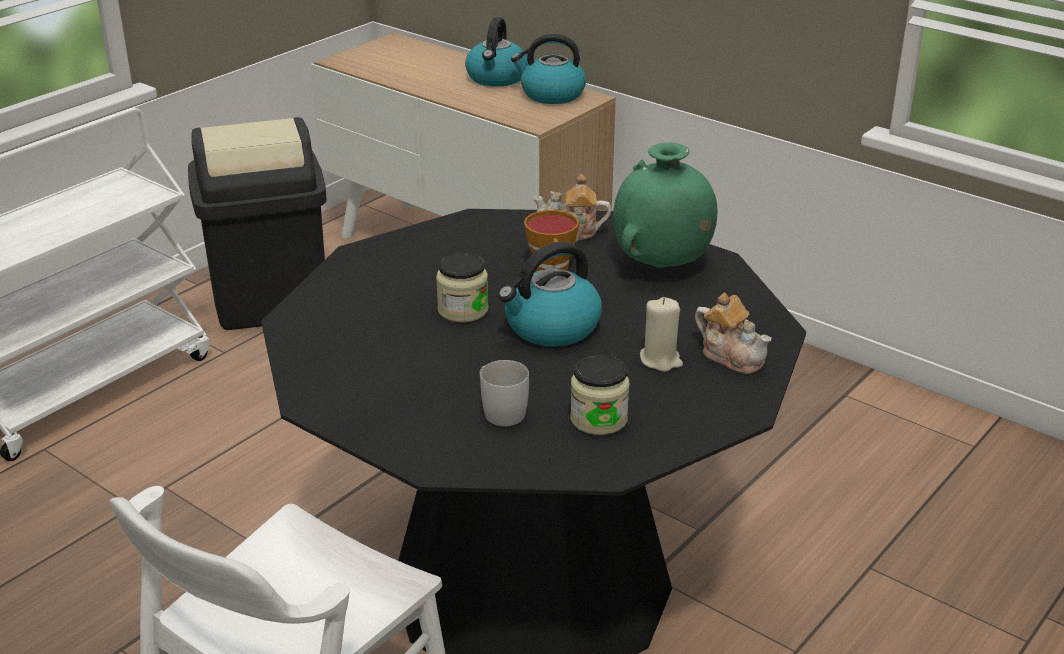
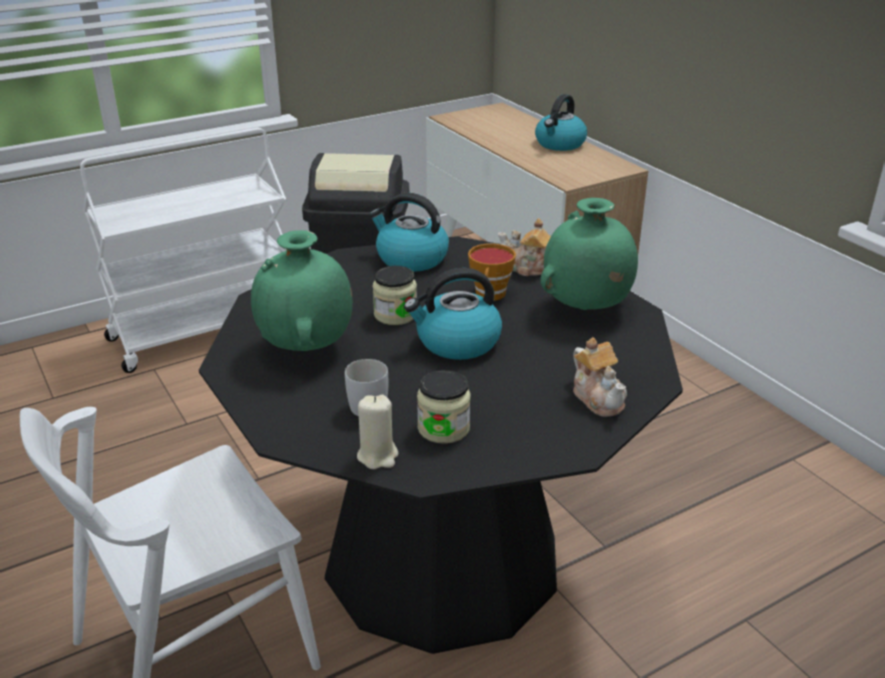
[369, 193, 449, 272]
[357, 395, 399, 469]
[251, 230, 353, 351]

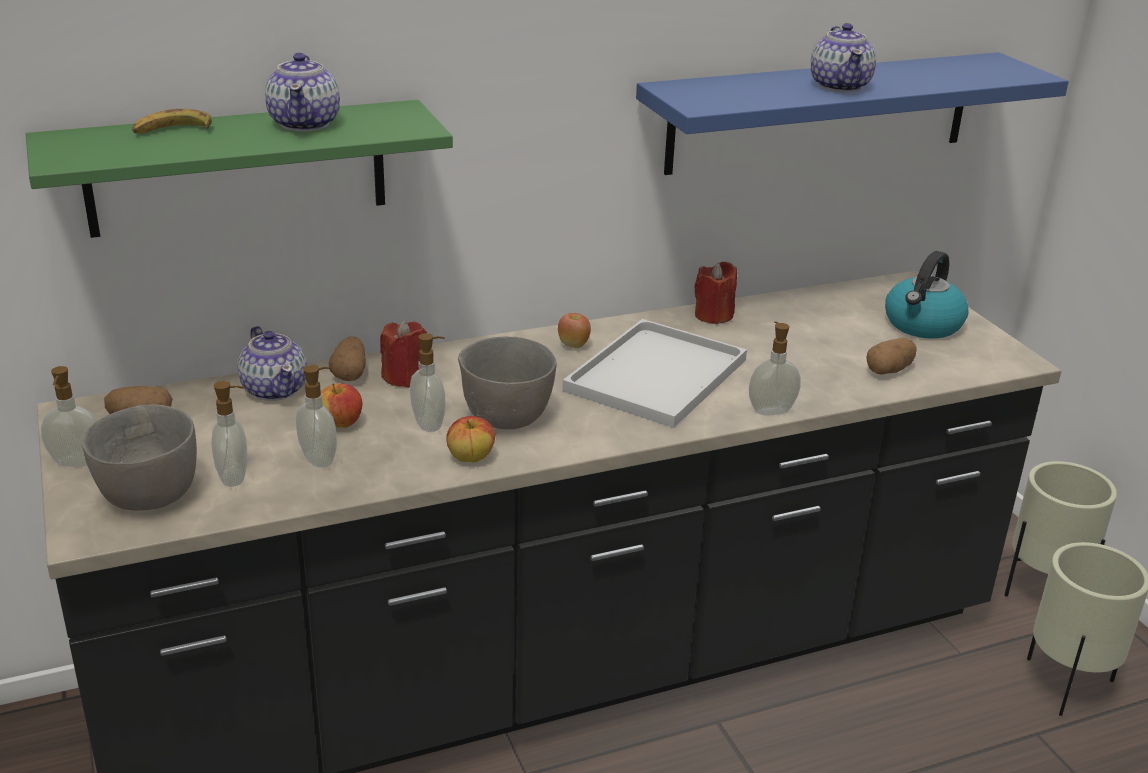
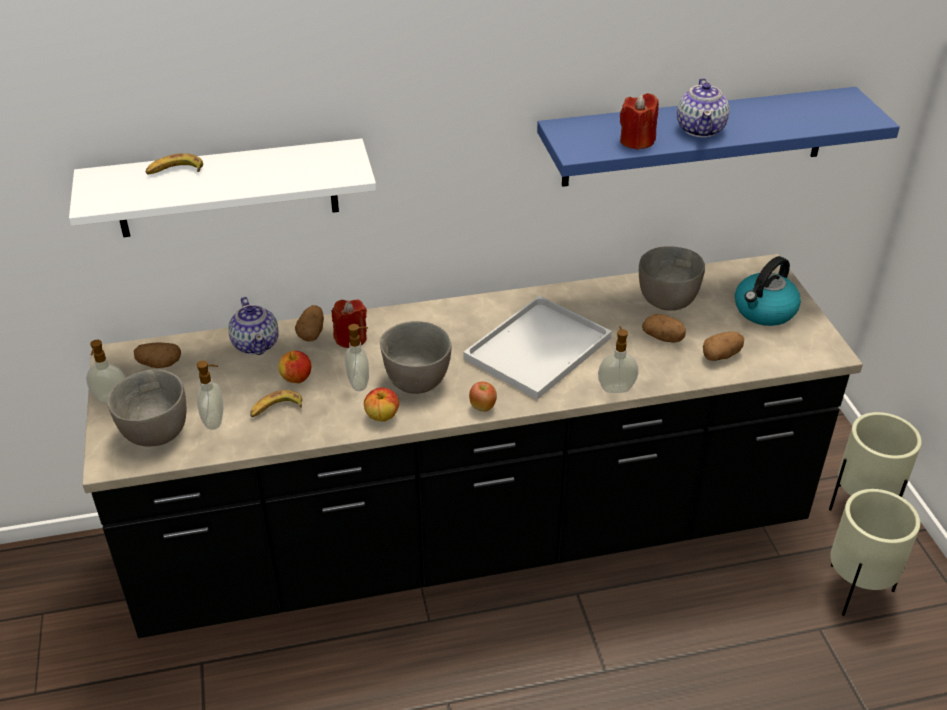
[69, 138, 376, 237]
[265, 53, 340, 132] (first image)
[250, 390, 302, 417]
[469, 382, 497, 412]
[620, 93, 659, 150]
[639, 246, 705, 311]
[642, 314, 686, 343]

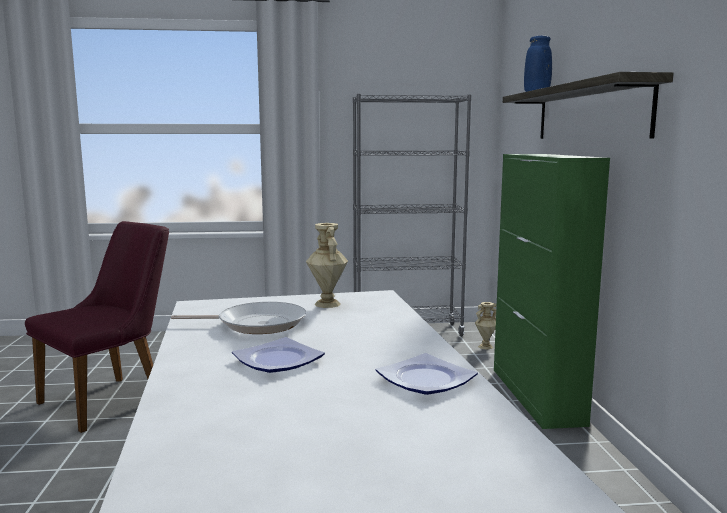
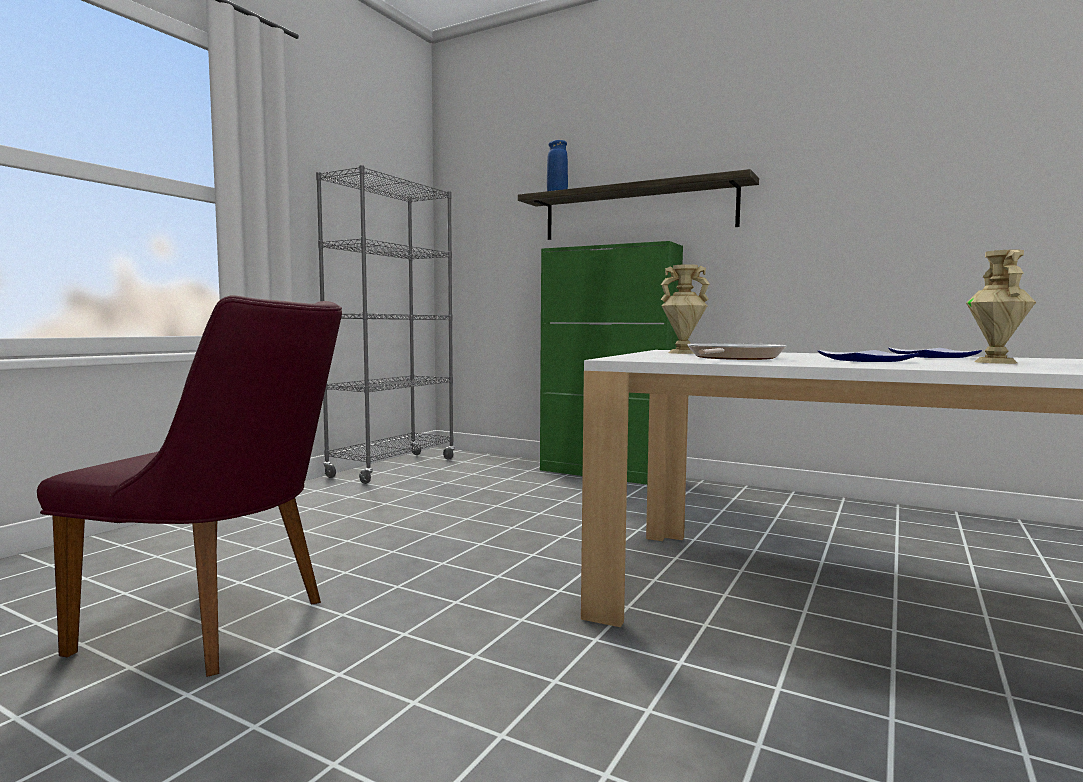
[37, 295, 342, 677]
[966, 249, 1036, 364]

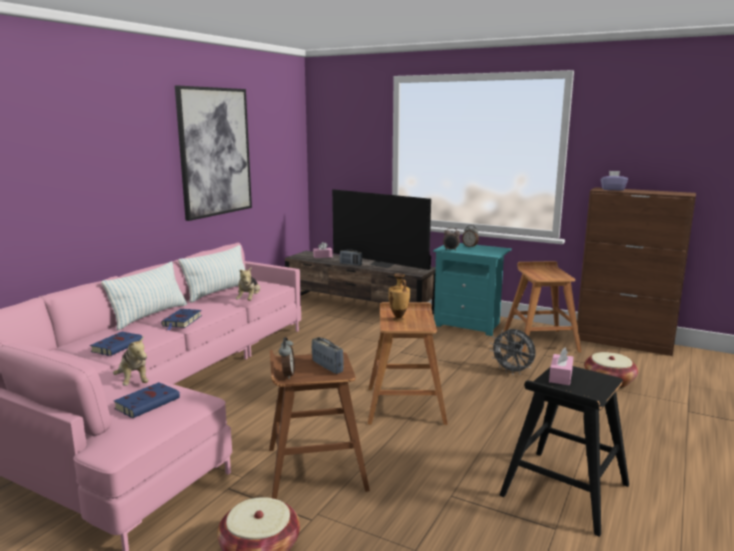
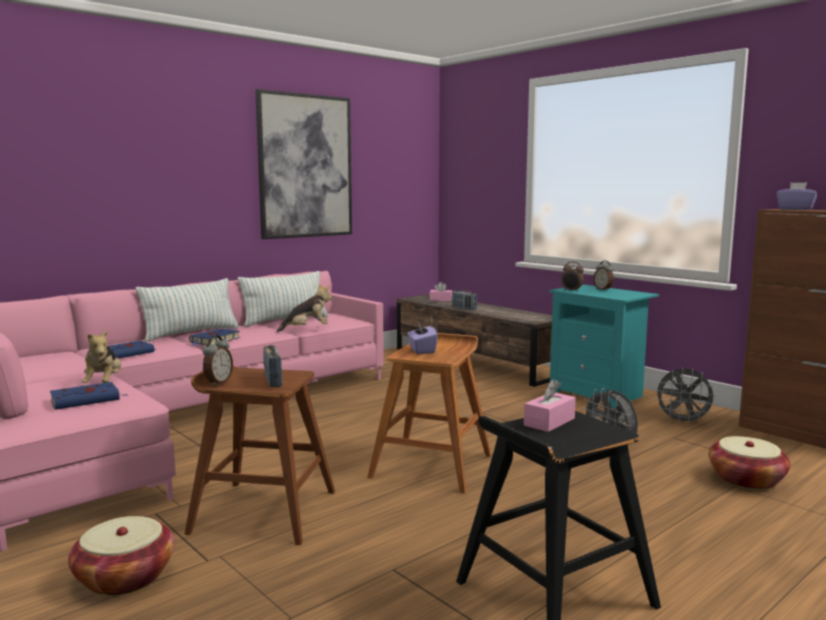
[277, 284, 332, 332]
[332, 189, 431, 270] (first image)
[407, 322, 438, 354]
[654, 368, 717, 425]

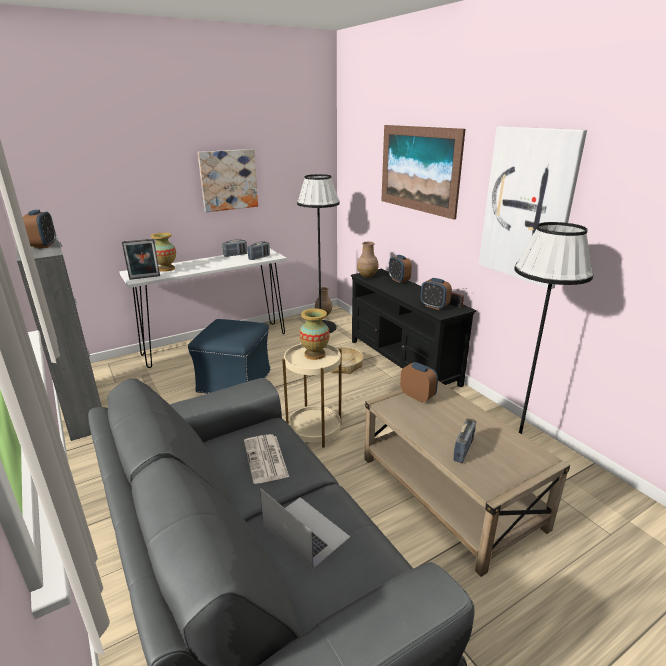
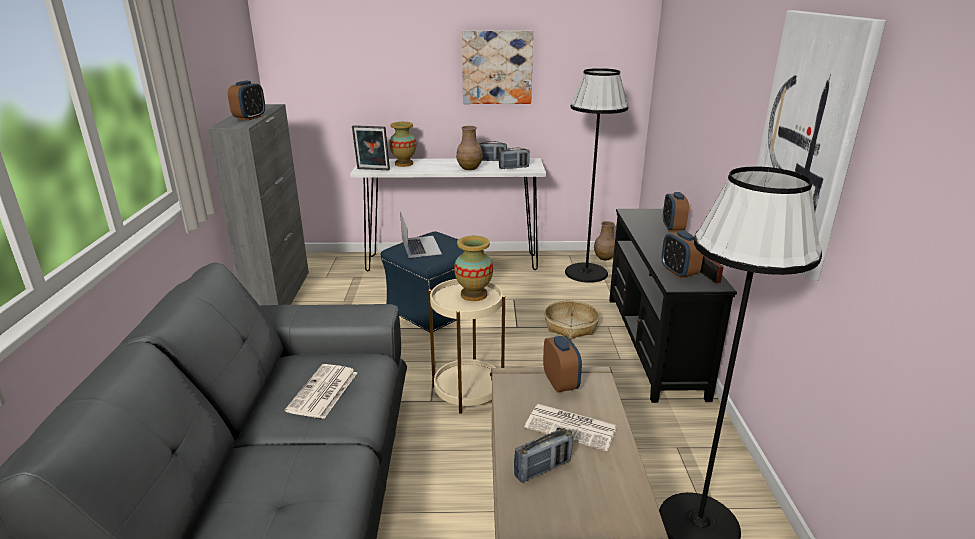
[400, 211, 442, 258]
[456, 126, 483, 170]
[381, 125, 465, 220] (first image)
[525, 404, 618, 451]

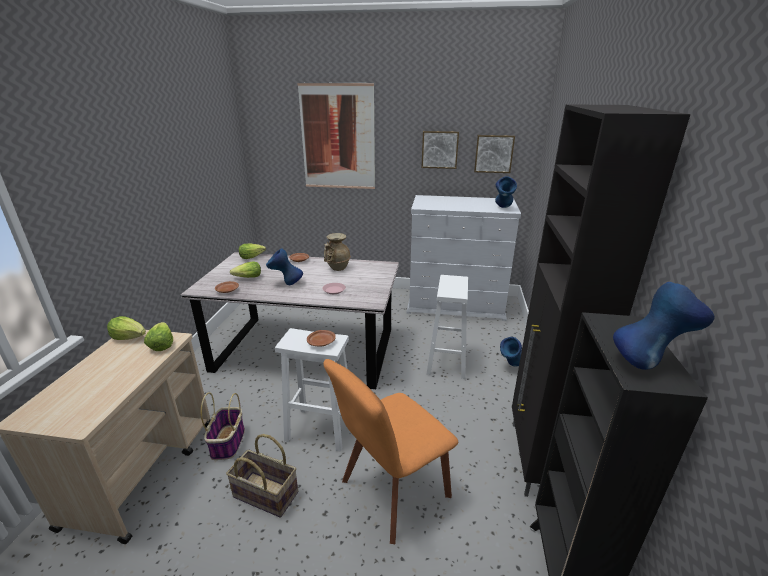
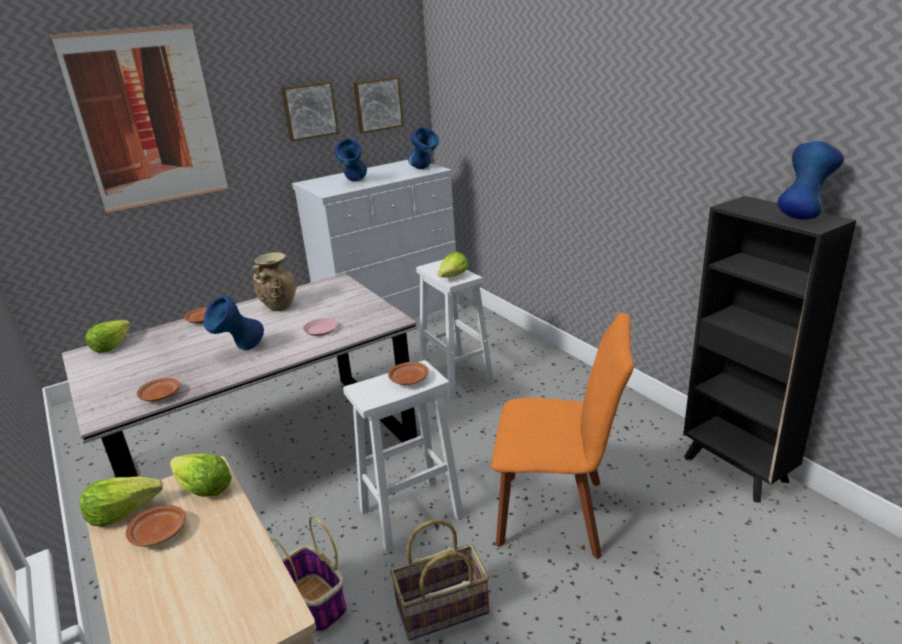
[438, 252, 468, 278]
[491, 313, 634, 560]
[334, 139, 367, 182]
[512, 104, 691, 497] (first image)
[126, 505, 186, 547]

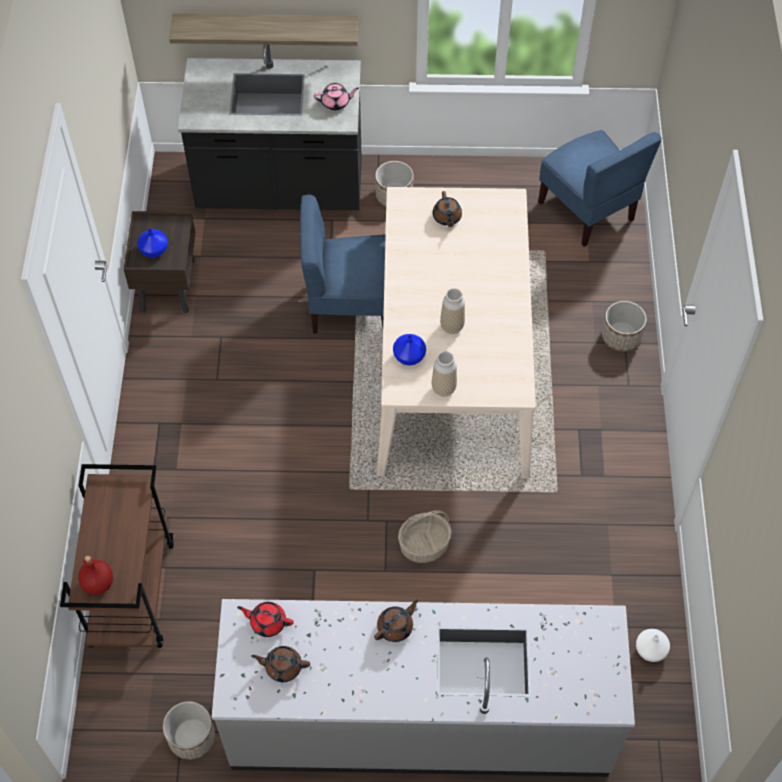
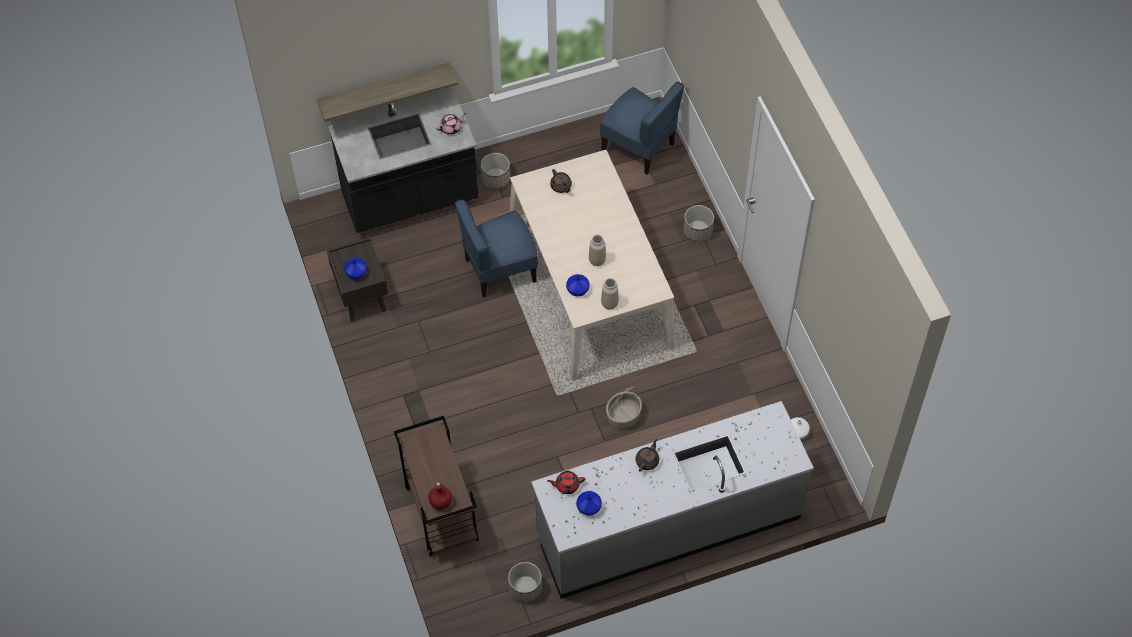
[576, 491, 602, 516]

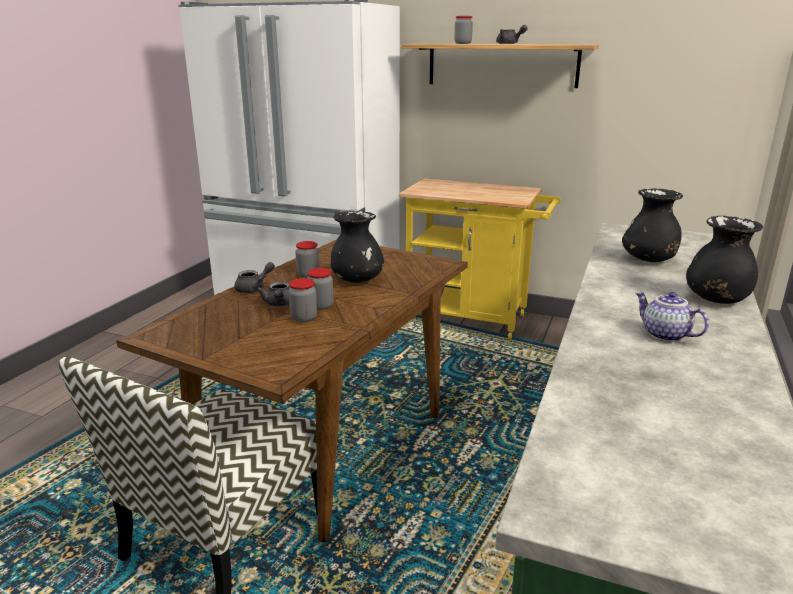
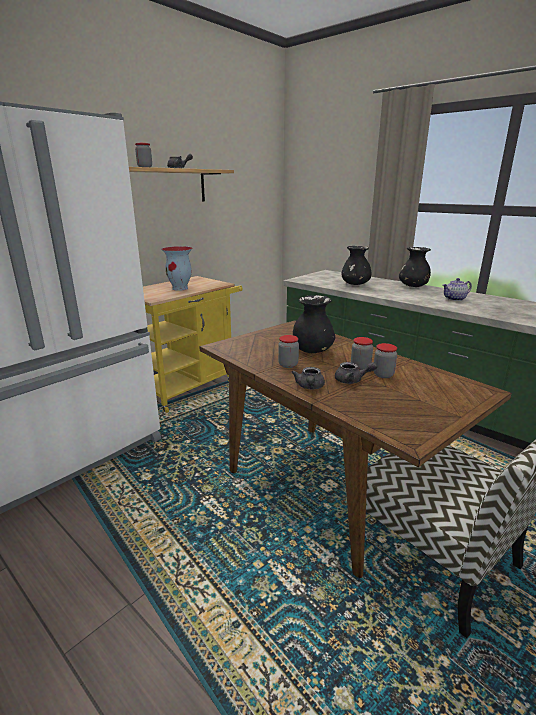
[292, 367, 325, 389]
[161, 246, 192, 291]

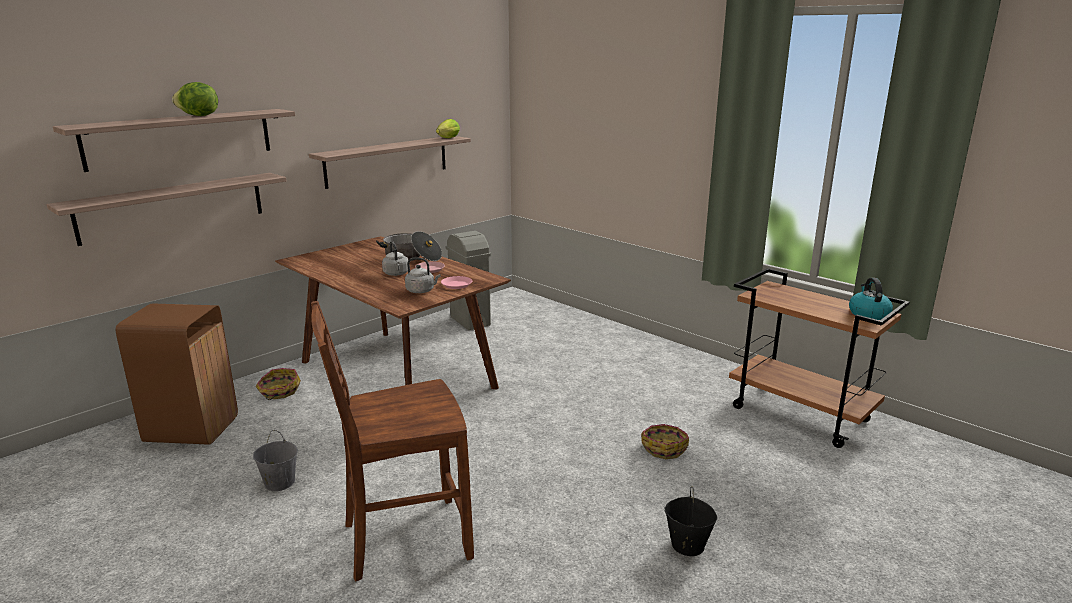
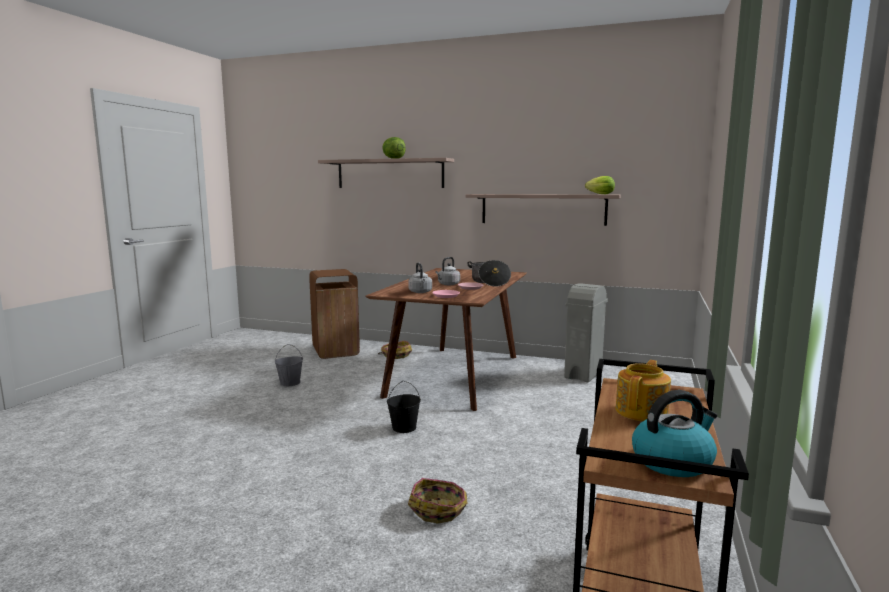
[46, 173, 286, 246] (first image)
[311, 301, 474, 581] (first image)
[387, 381, 421, 433]
[616, 360, 671, 421]

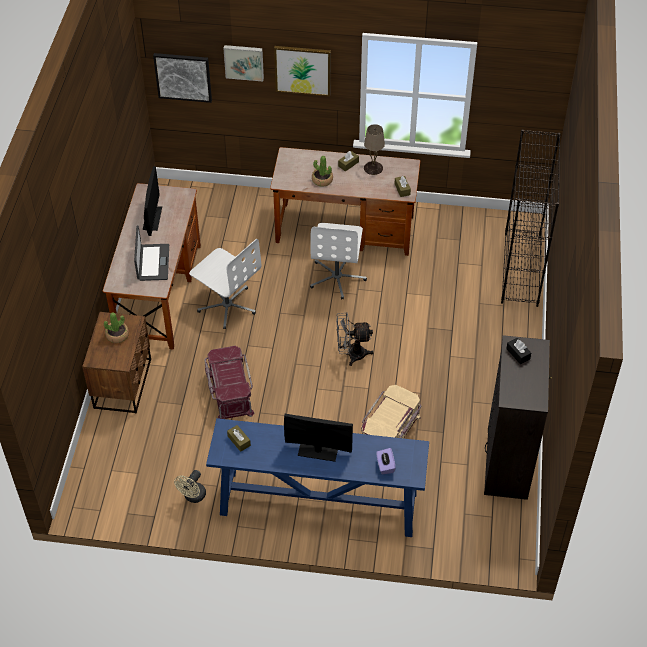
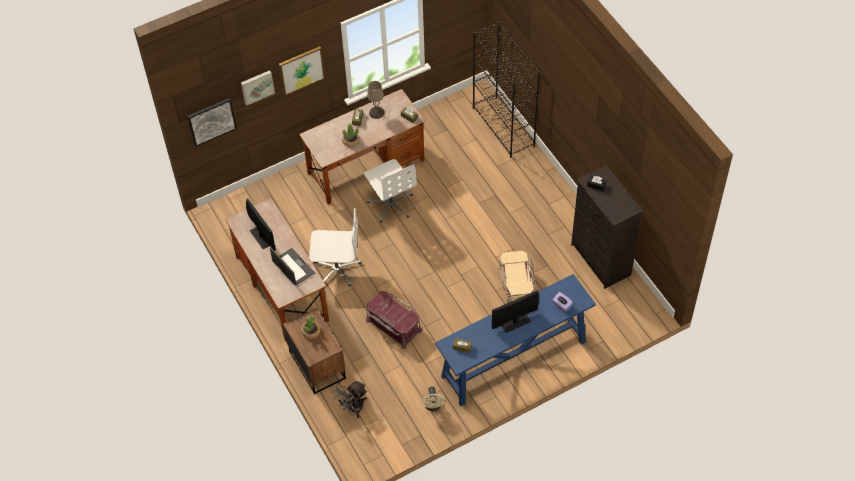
[331, 381, 367, 418]

